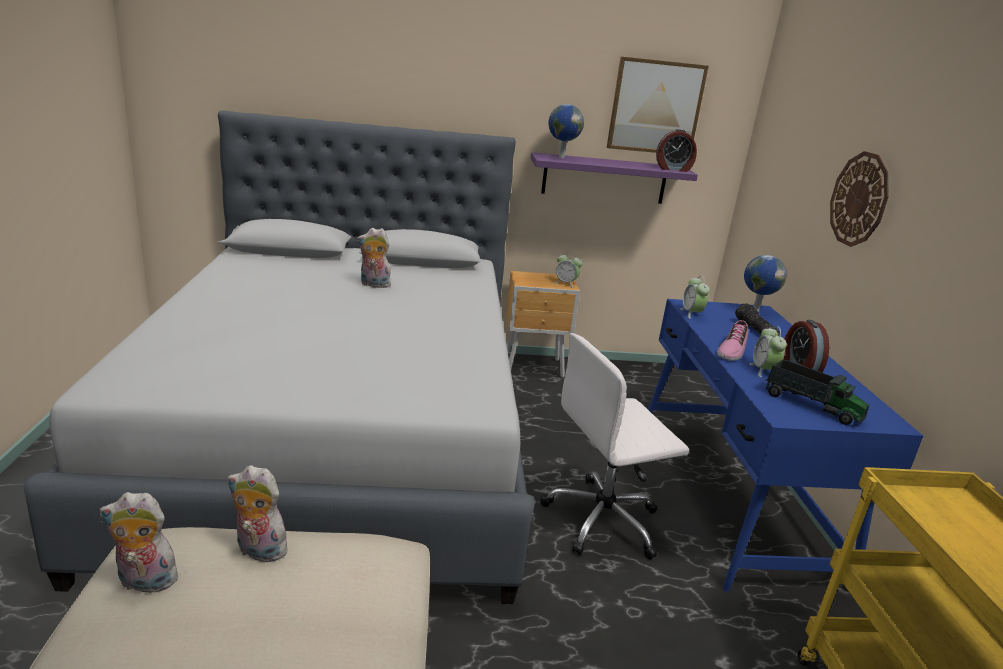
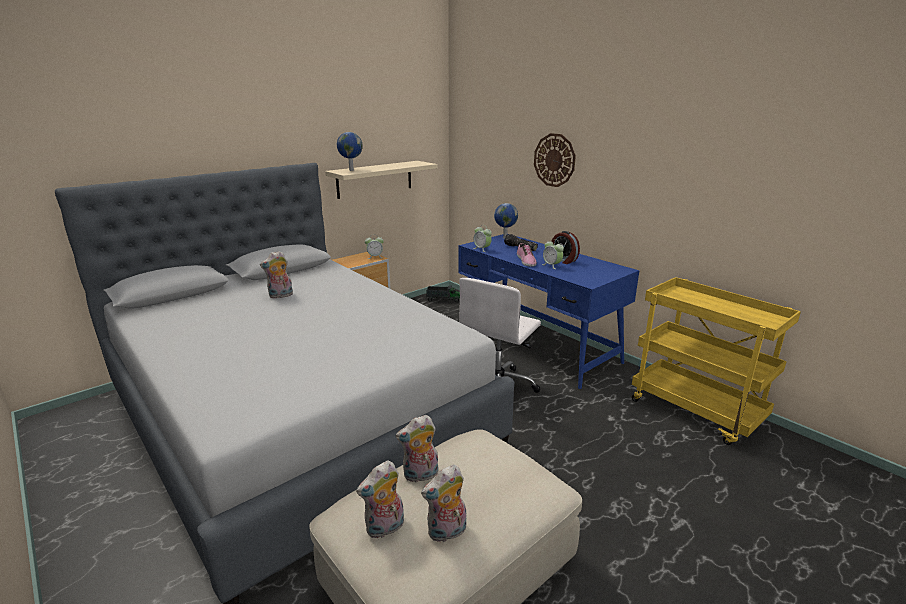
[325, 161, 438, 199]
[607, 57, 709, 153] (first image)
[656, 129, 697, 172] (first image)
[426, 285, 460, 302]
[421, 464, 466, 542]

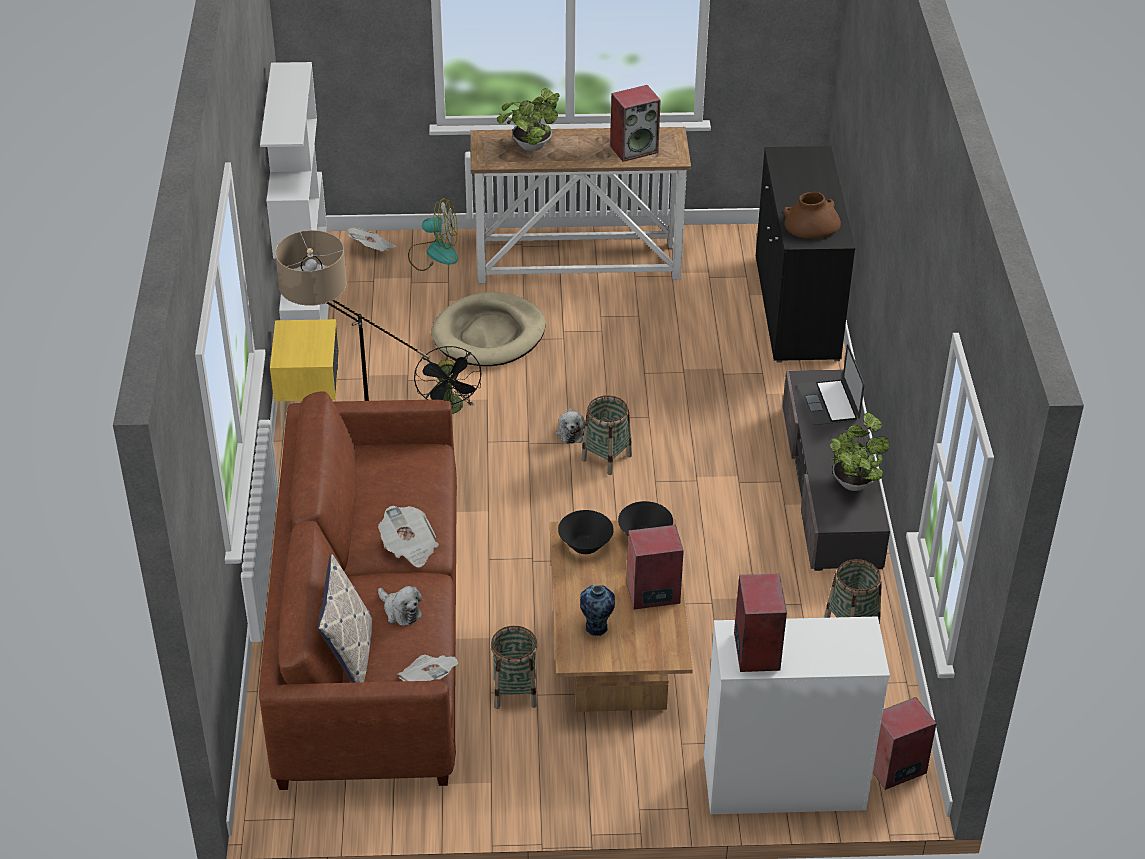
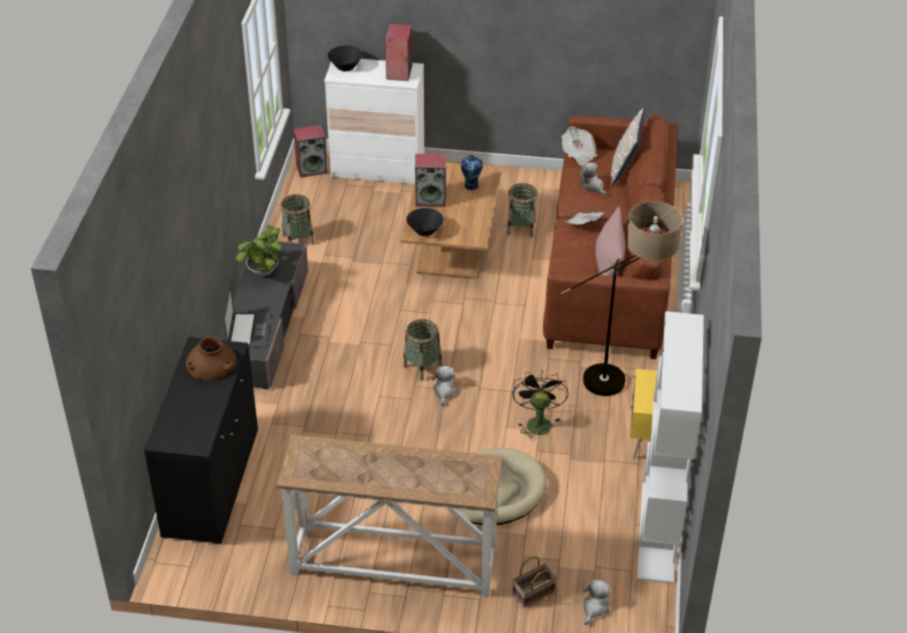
[583, 579, 611, 625]
[513, 556, 557, 607]
[497, 88, 560, 151] (first image)
[328, 46, 363, 71]
[610, 85, 661, 162] (first image)
[596, 207, 625, 276]

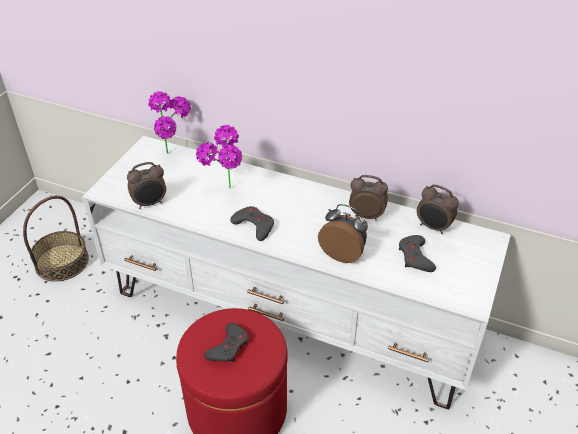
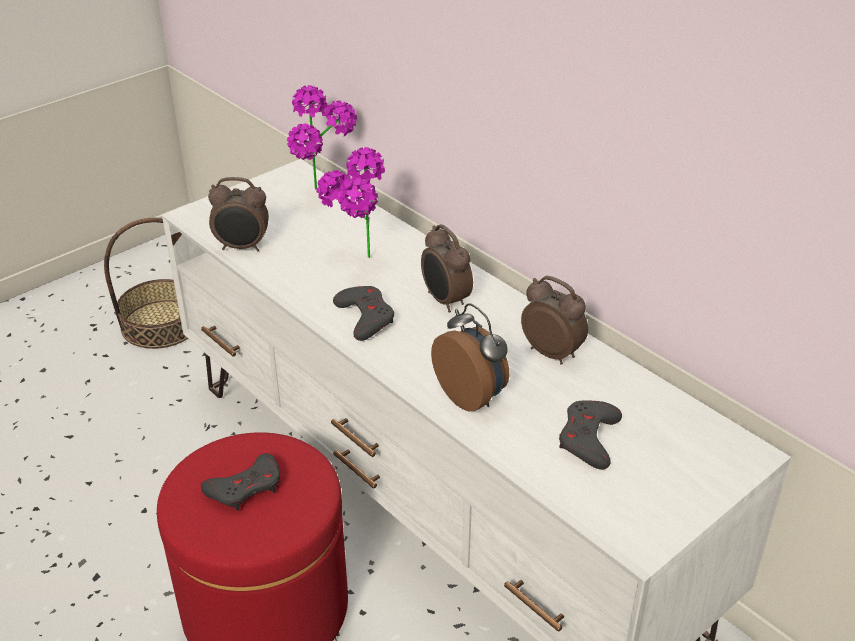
[421, 224, 473, 313]

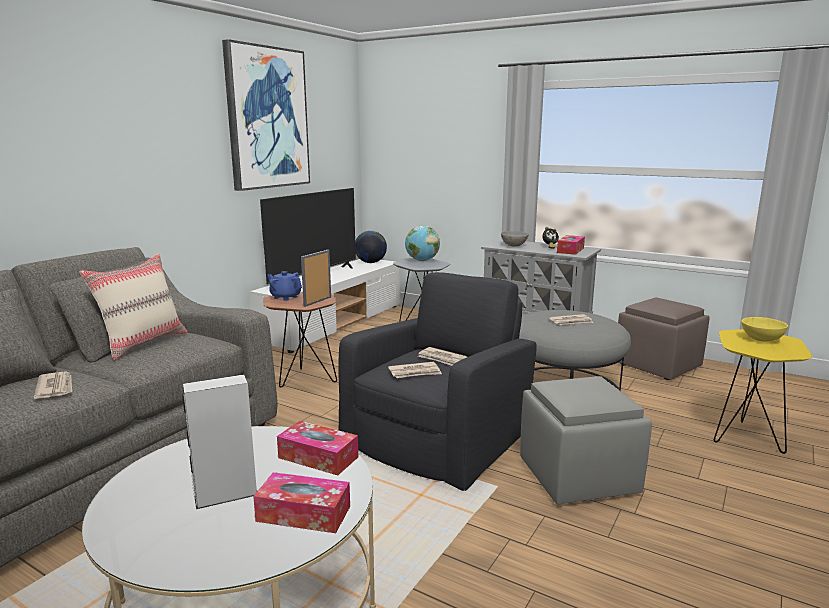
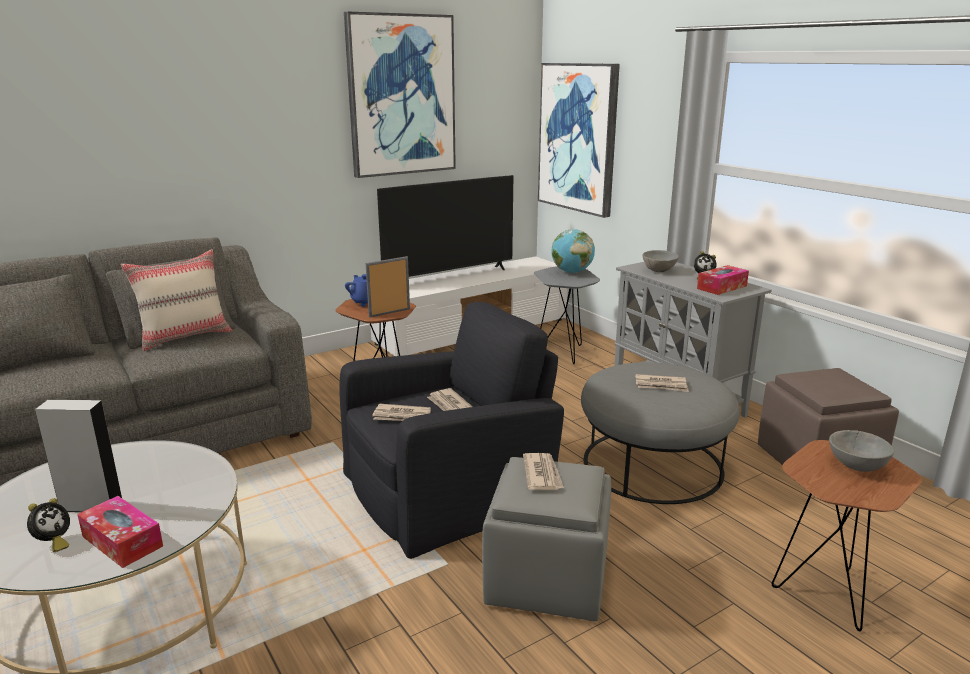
[523, 453, 564, 490]
[277, 421, 358, 475] (first image)
[355, 231, 387, 263] (first image)
[772, 440, 922, 632]
[829, 430, 894, 472]
[27, 498, 70, 552]
[538, 63, 620, 218]

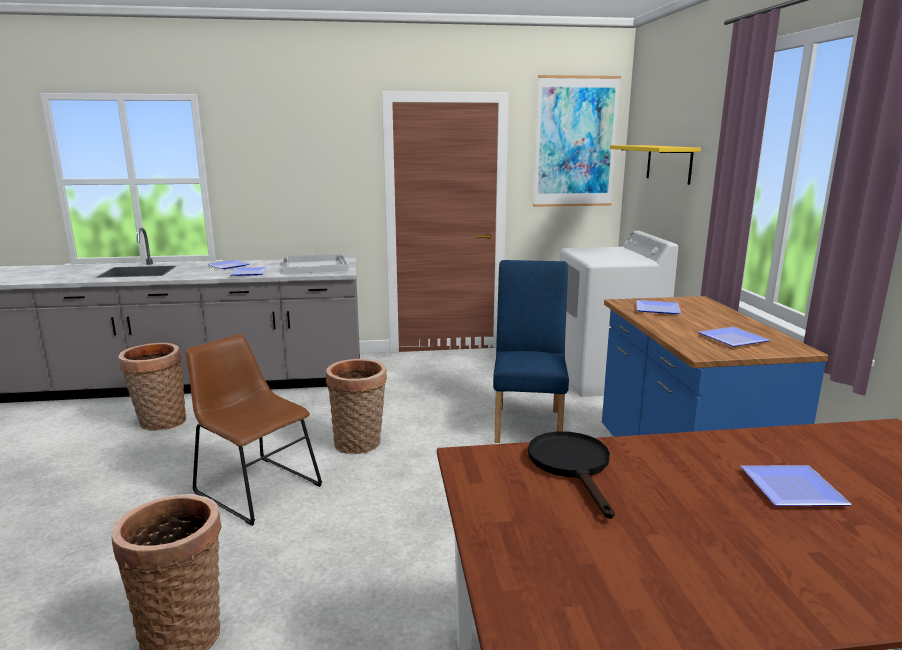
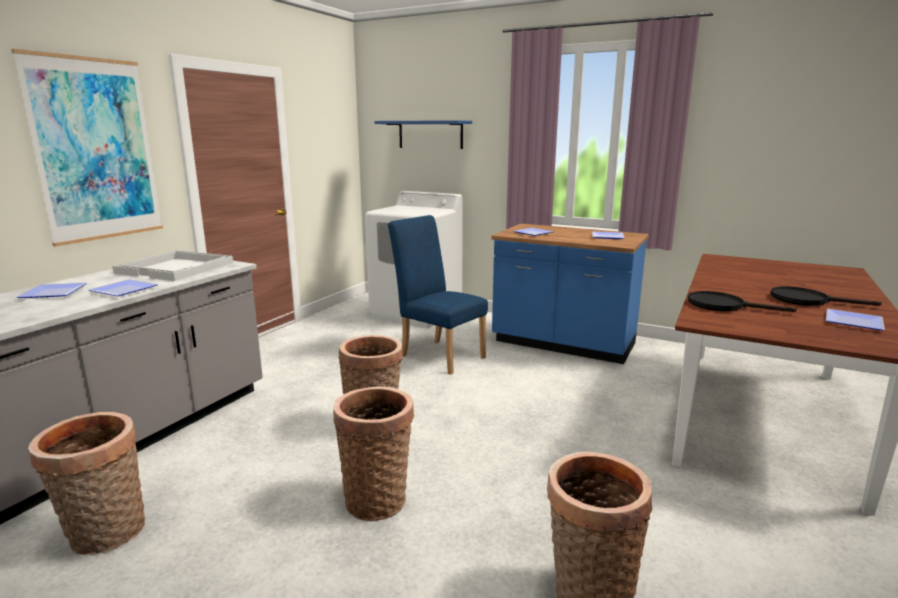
[333, 387, 414, 521]
[11, 49, 163, 246]
[374, 120, 472, 149]
[826, 309, 885, 330]
[770, 286, 882, 306]

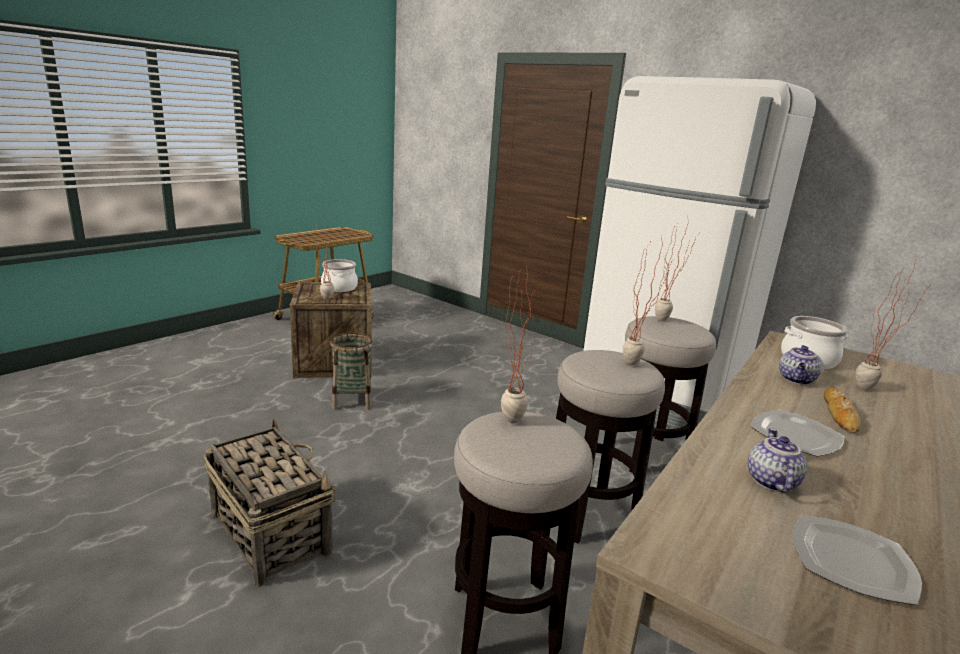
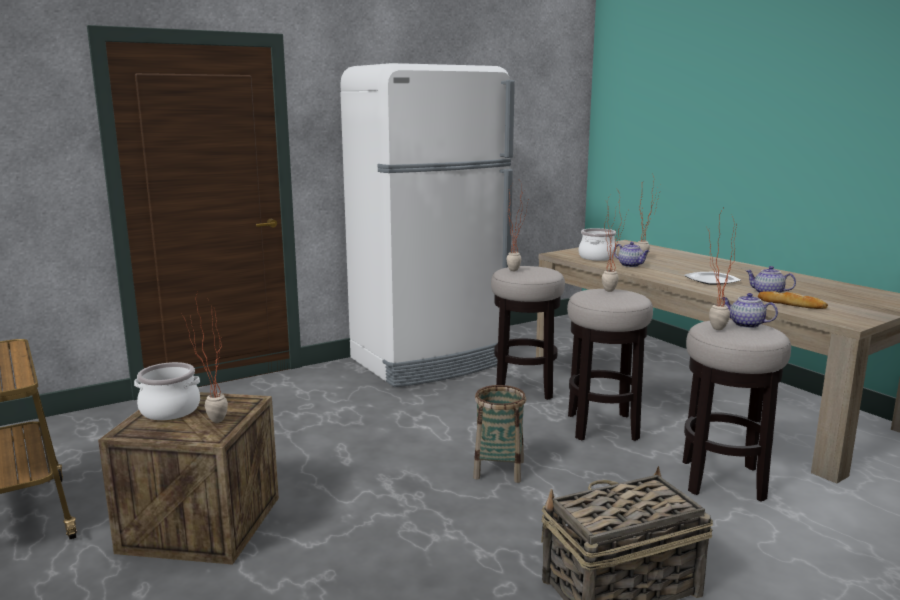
[473, 385, 526, 483]
[792, 515, 922, 605] (first image)
[758, 291, 828, 309]
[721, 293, 778, 328]

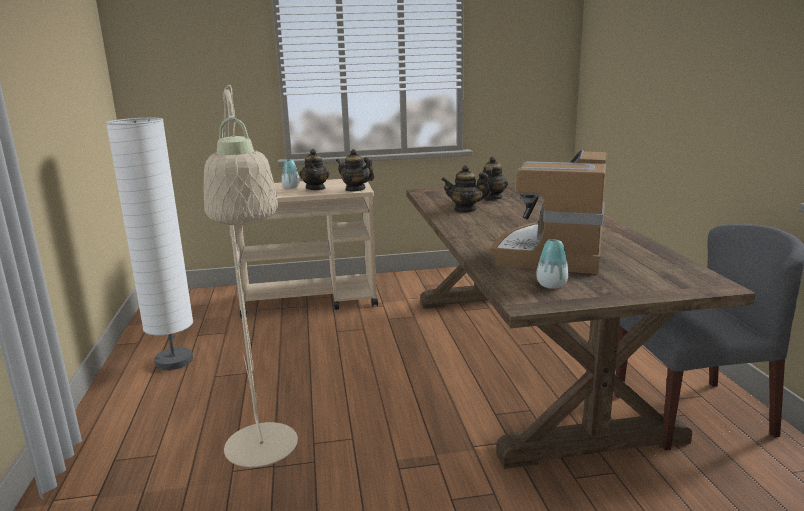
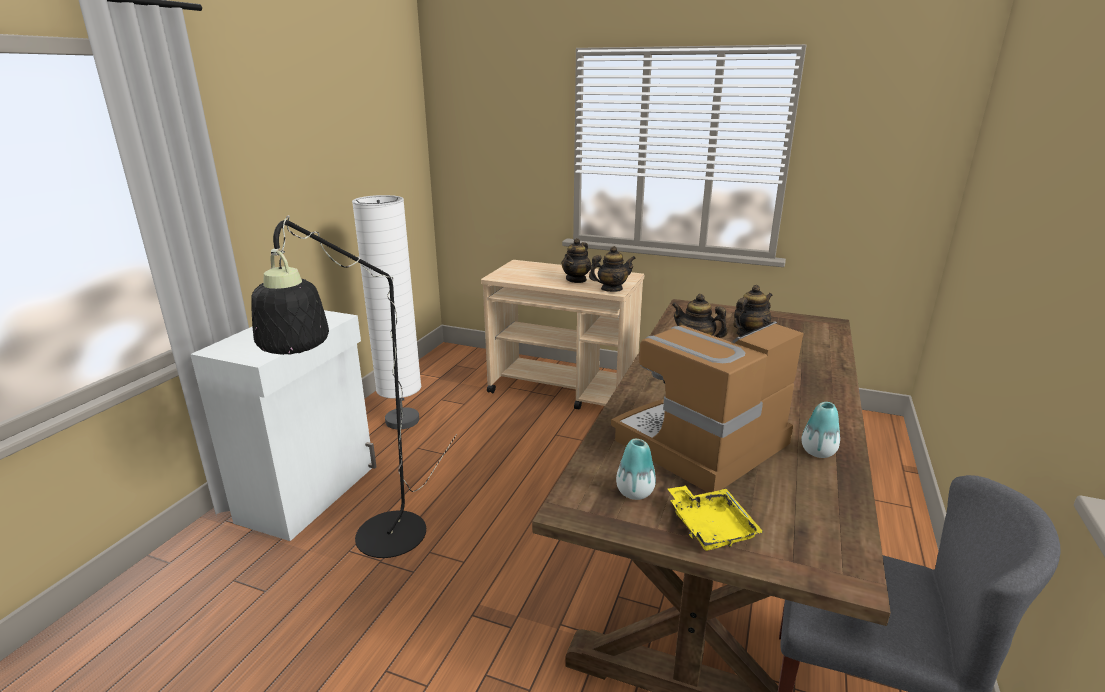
[252, 215, 457, 558]
[802, 402, 840, 458]
[589, 246, 636, 292]
[190, 310, 377, 541]
[668, 485, 763, 551]

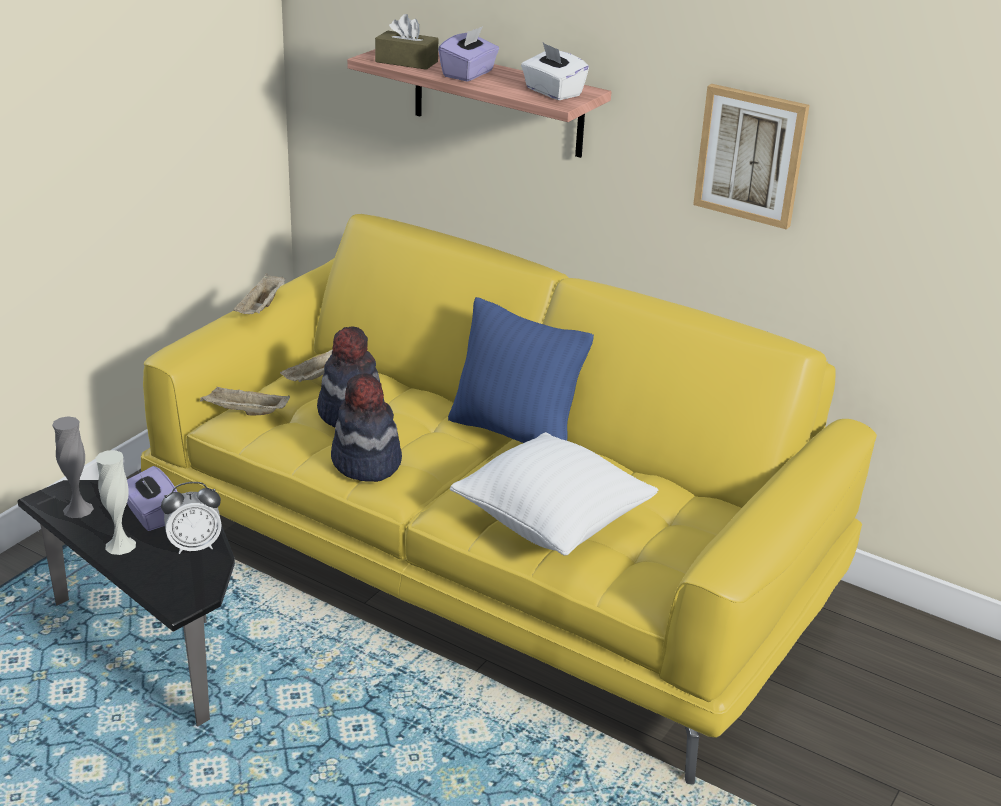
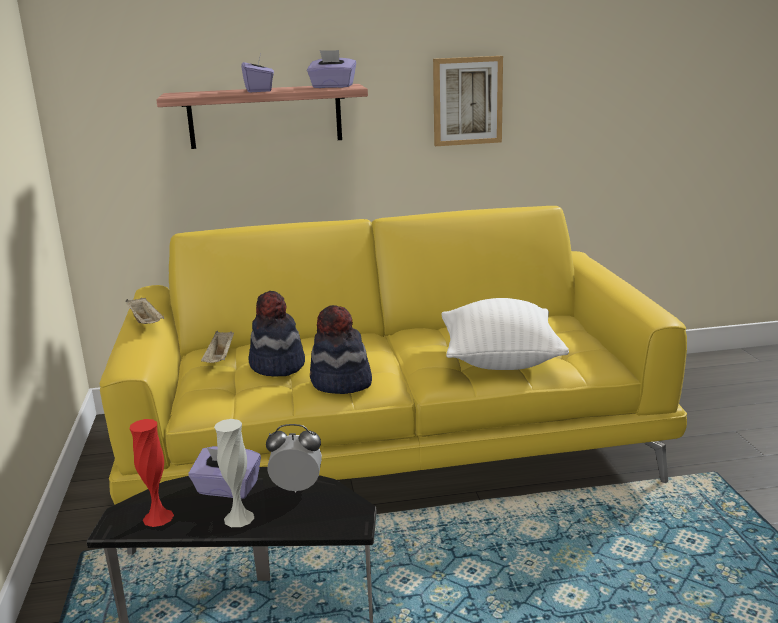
[130, 419, 174, 527]
[266, 424, 322, 493]
[200, 387, 290, 416] (first image)
[375, 14, 438, 70] (first image)
[448, 297, 594, 443] (first image)
[307, 50, 356, 88]

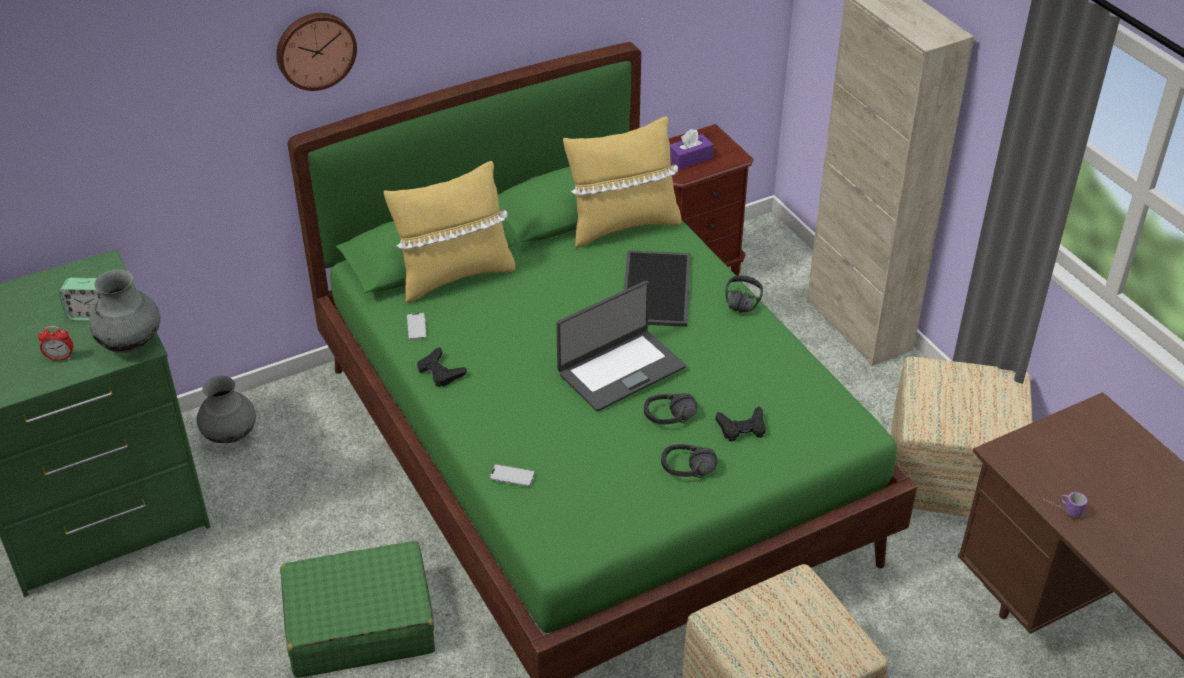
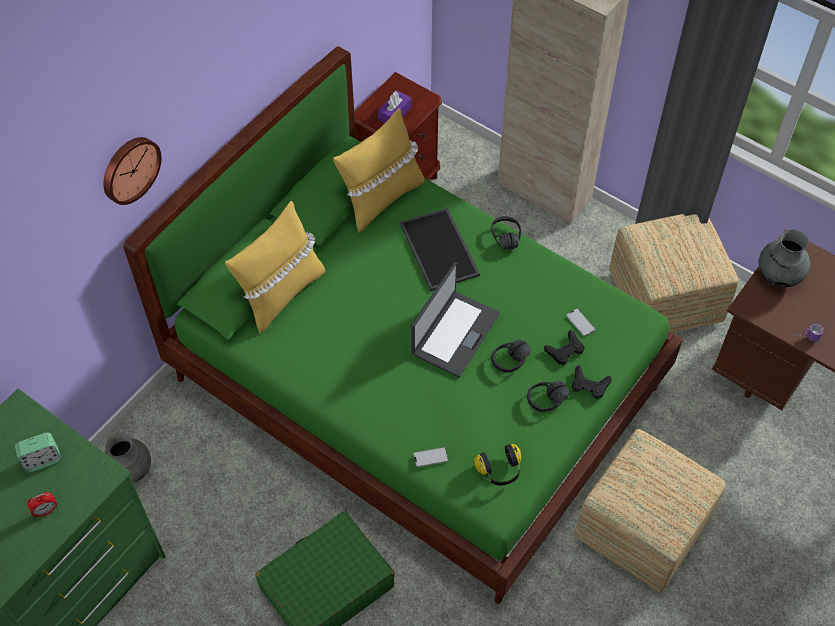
[759, 229, 810, 287]
[566, 309, 595, 337]
[572, 365, 612, 399]
[474, 444, 521, 486]

